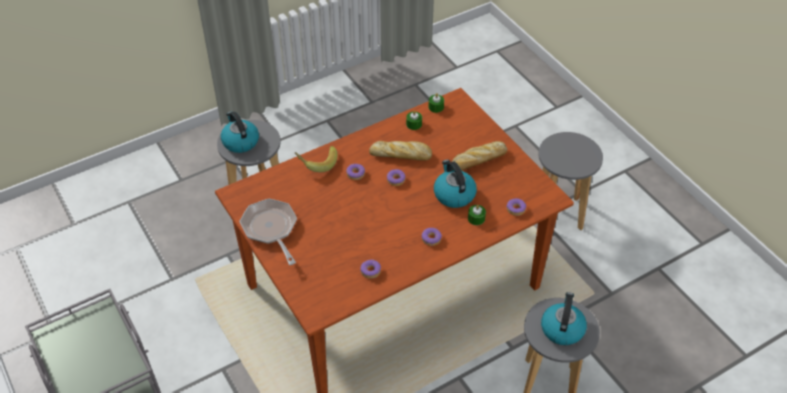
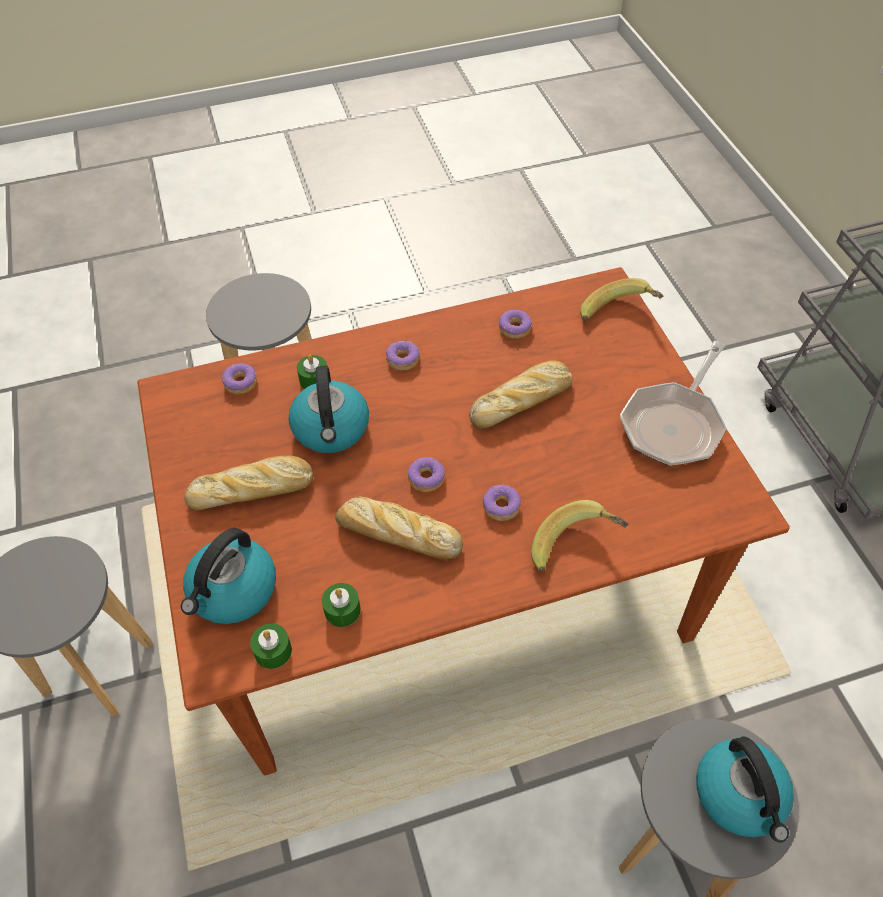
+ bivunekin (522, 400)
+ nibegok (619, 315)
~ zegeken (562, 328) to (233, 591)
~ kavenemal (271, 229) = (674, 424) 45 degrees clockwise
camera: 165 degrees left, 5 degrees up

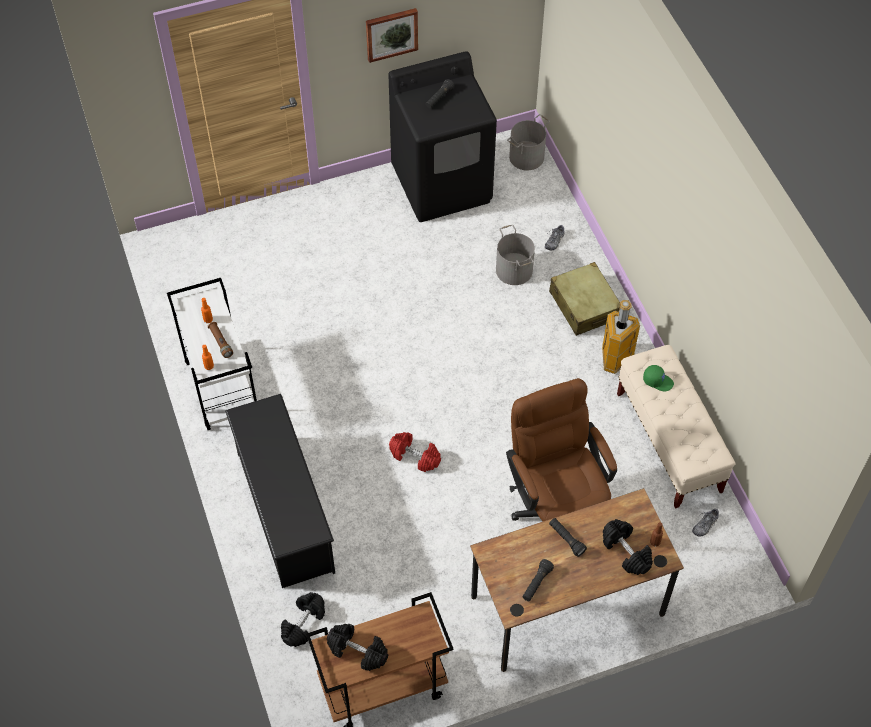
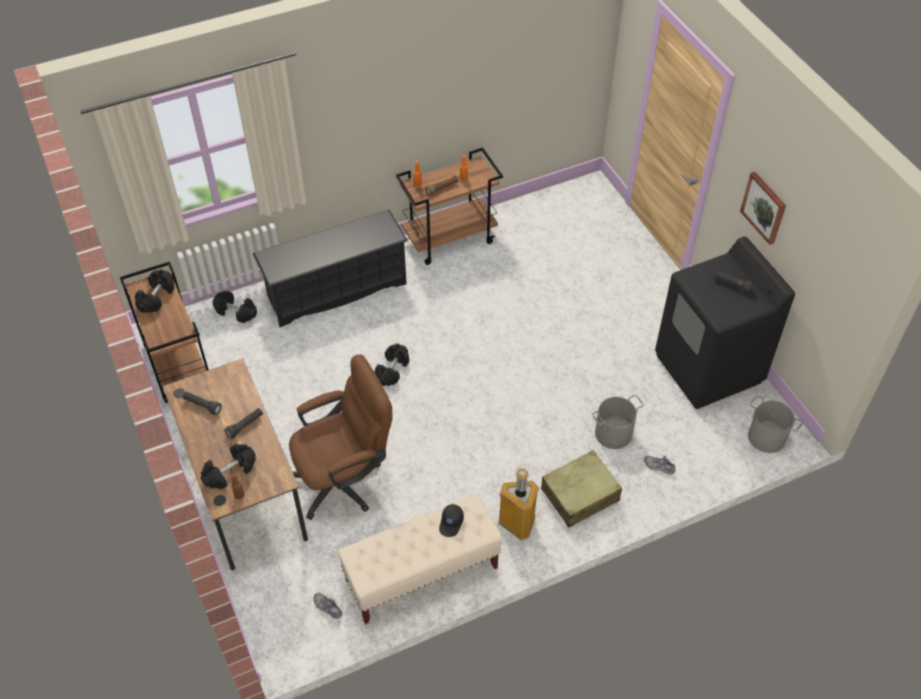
~ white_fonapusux (221, 387) to brown_fonapusux (450, 238)
~ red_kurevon (415, 456) to black_kurevon (392, 370)
~ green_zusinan (658, 381) to black_zusinan (451, 523)
camera: 85 degrees right, 5 degrees down

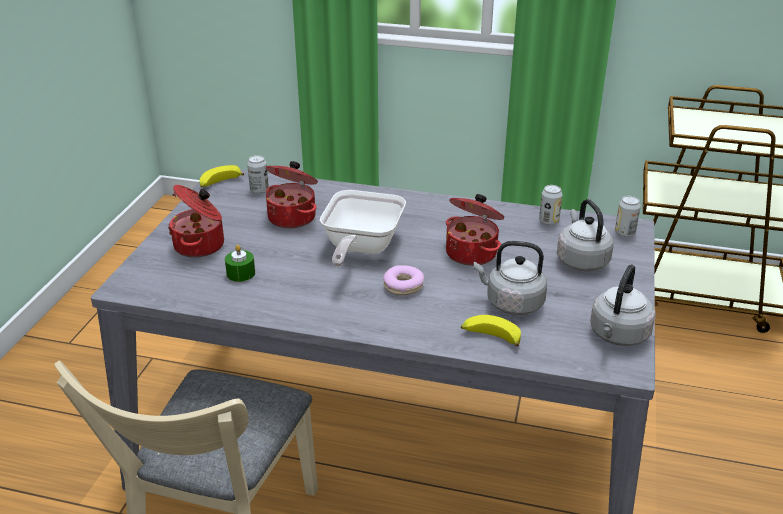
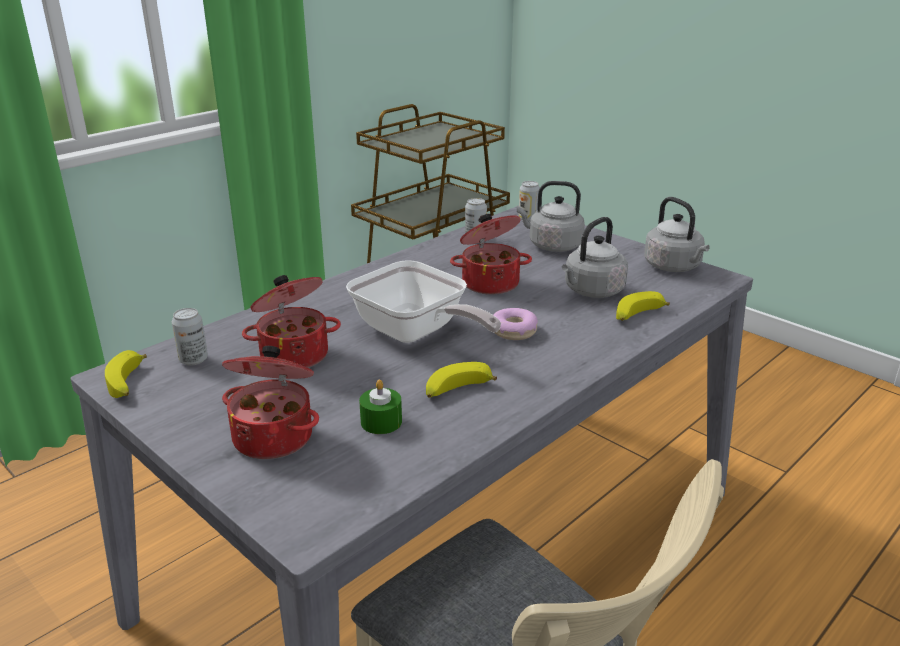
+ nibegok (457, 391)
camera: 60 degrees left, 5 degrees down

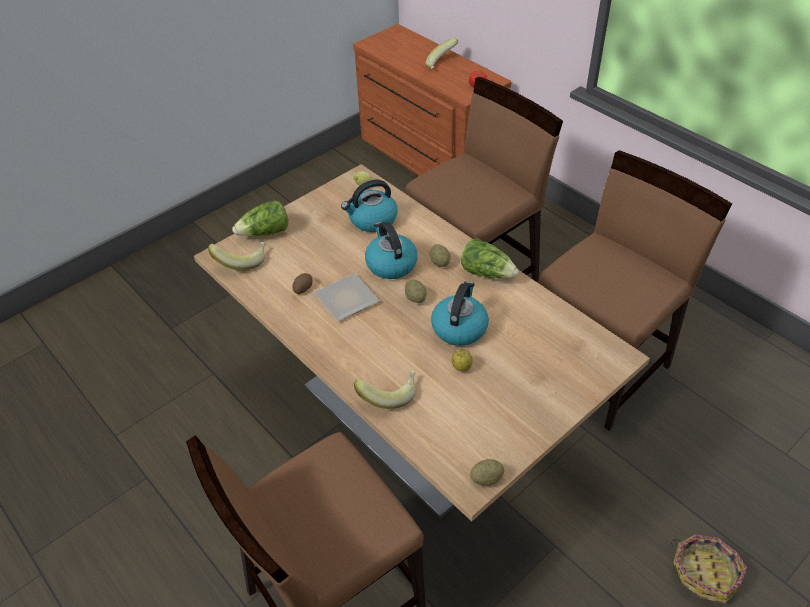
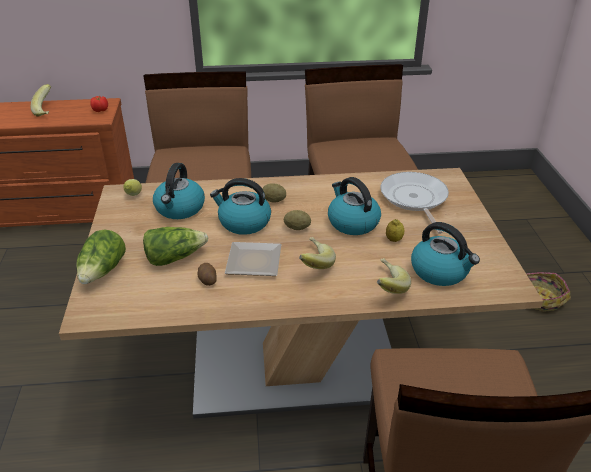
- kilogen (486, 478)
+ kavenemal (414, 199)
+ zegeken (440, 271)
~ nibegok (242, 261) to (312, 264)
~ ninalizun (487, 272) to (174, 257)
camera: 55 degrees left, 10 degrees down

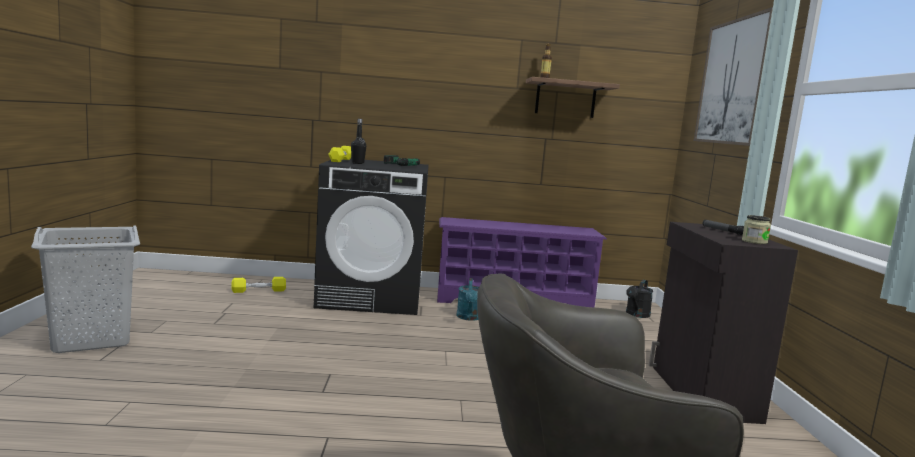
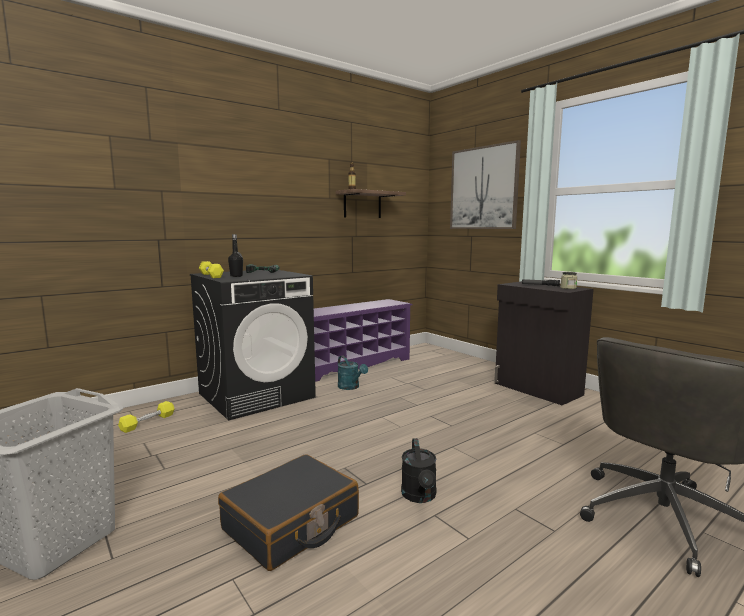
+ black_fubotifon (291, 524)
~ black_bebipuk (636, 315) to (420, 496)
camera: 35 degrees left, 0 degrees up

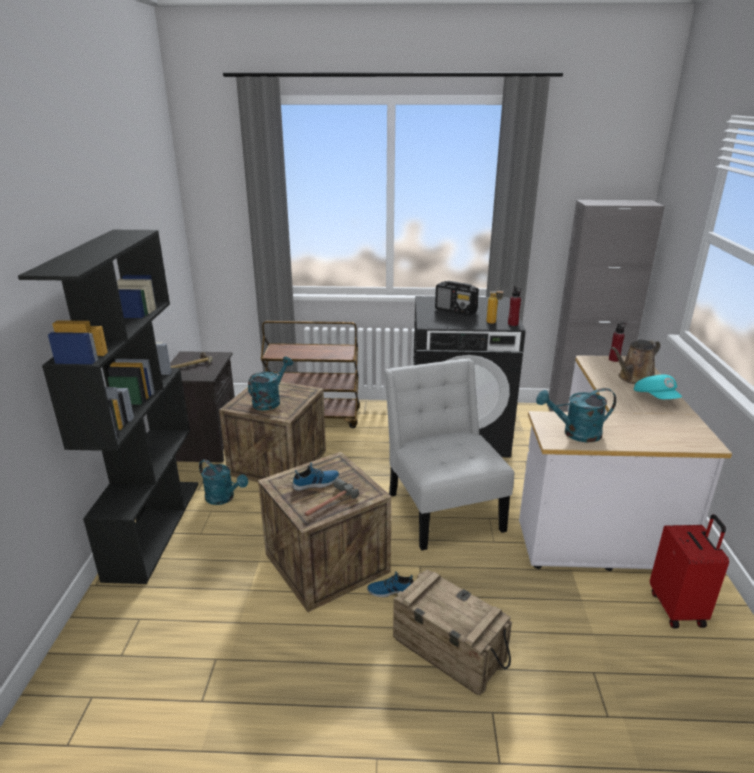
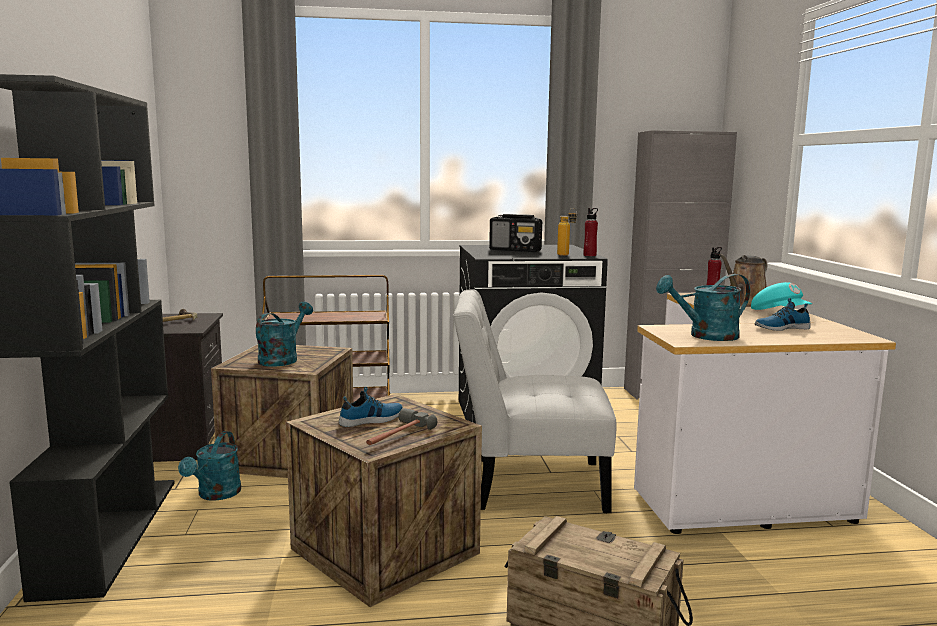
- red_fubotifon (678, 608)
~ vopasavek (391, 590) to (781, 328)
~ turquoise_bebipuk (224, 498) = (216, 495) 75 degrees clockwise
~ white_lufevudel (442, 507) = (529, 484) 60 degrees counterclockwise
camera: 10 degrees left, 15 degrees down

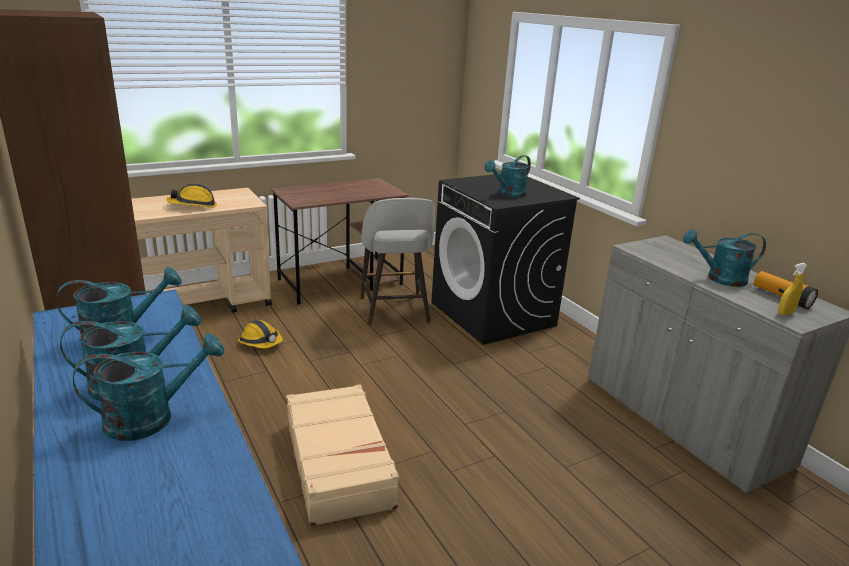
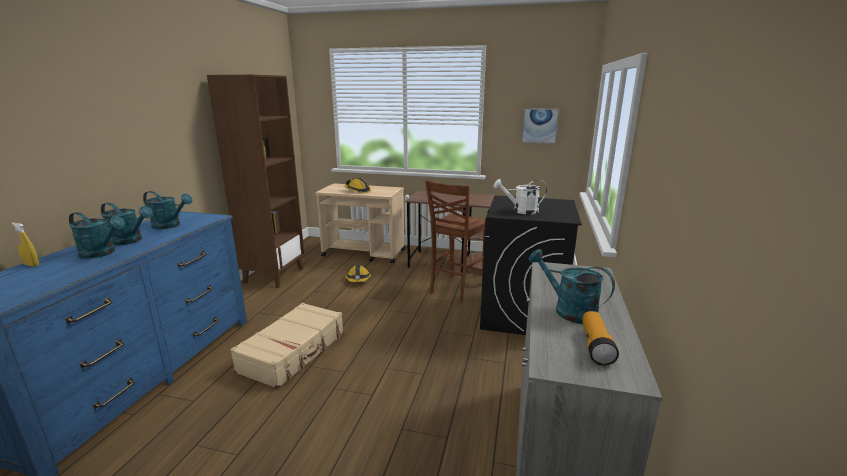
+ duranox (539, 125)
~ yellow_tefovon (785, 313) to (31, 265)
~ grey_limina (394, 311) to brown_lufevudel (456, 288)
~ turquoise_bebipuk (508, 194) to white_bebipuk (521, 211)
camera: 45 degrees right, 5 degrees down

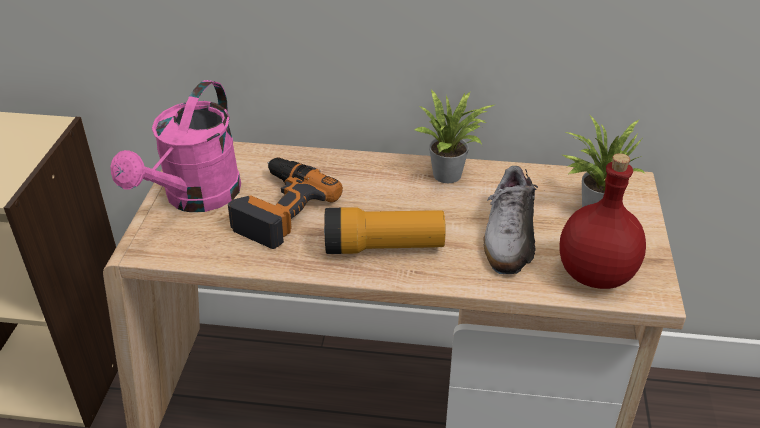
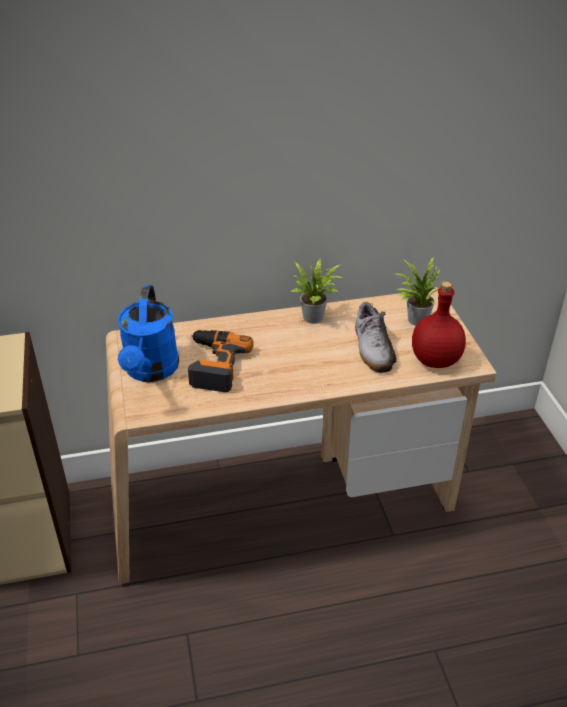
- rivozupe (383, 247)
~ pink_bebipuk (195, 198) to blue_bebipuk (150, 371)
camera: 20 degrees left, 0 degrees up

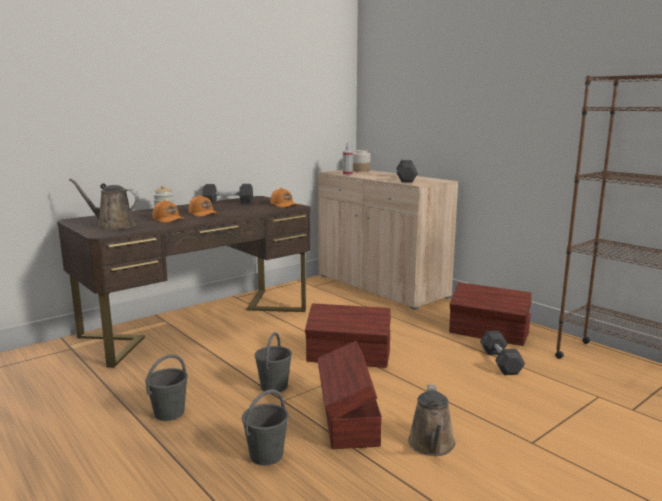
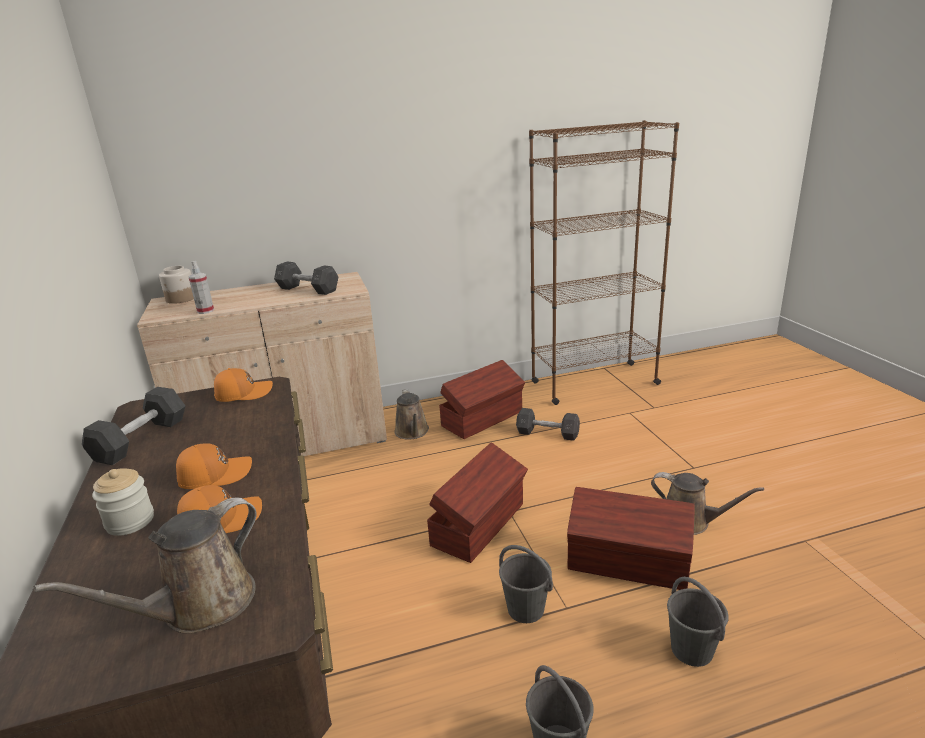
+ brown_bebipuk (412, 432)
camera: 65 degrees left, 10 degrees up

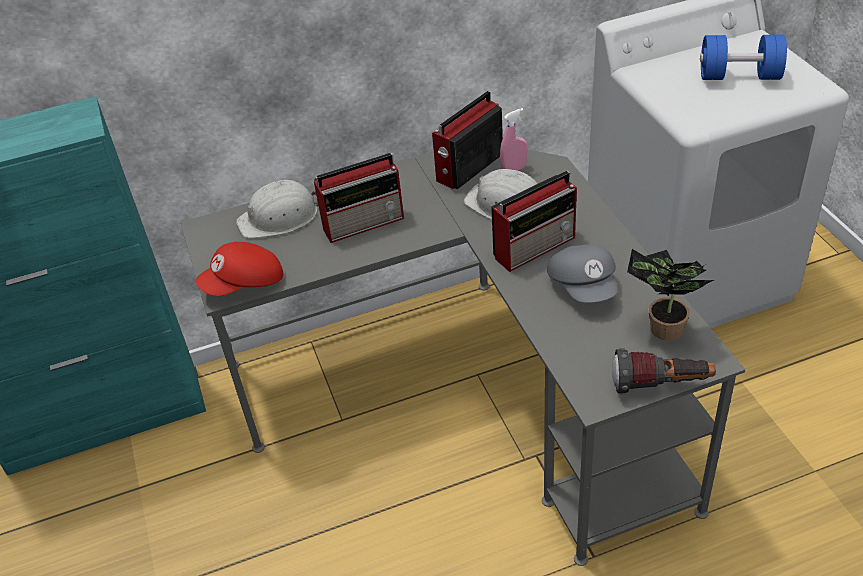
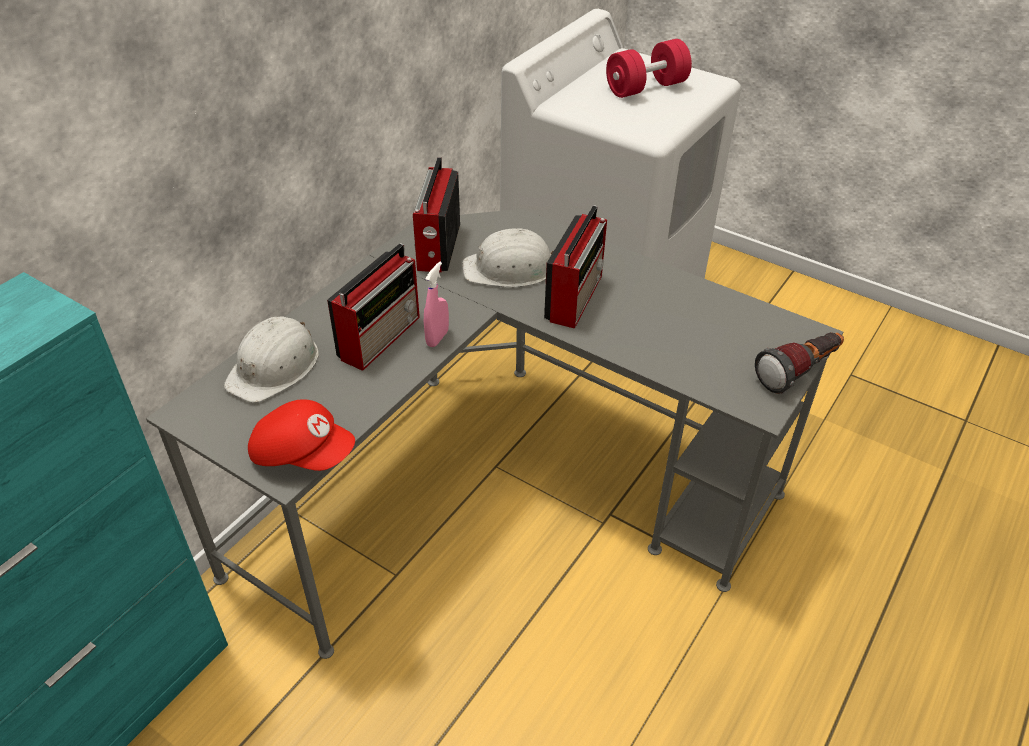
- grey_zusinan (584, 286)
- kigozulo (661, 329)
~ pink_tefovon (514, 169) to (437, 338)
~ blue_kurevon (739, 76) to red_kurevon (646, 88)
~ red_zusinan (244, 284) = (303, 453) 90 degrees counterclockwise
camera: 40 degrees left, 0 degrees up

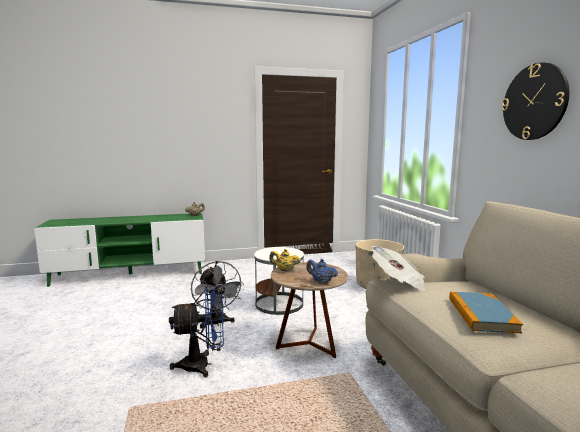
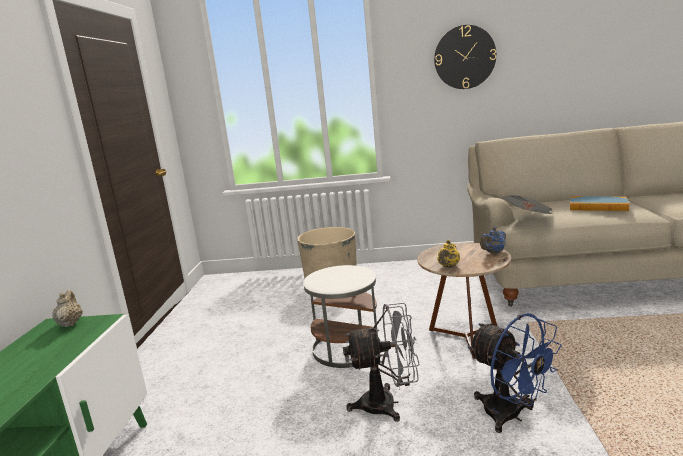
~ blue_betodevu (203, 365) = (511, 416) 135 degrees clockwise
camera: 70 degrees left, 5 degrees up

